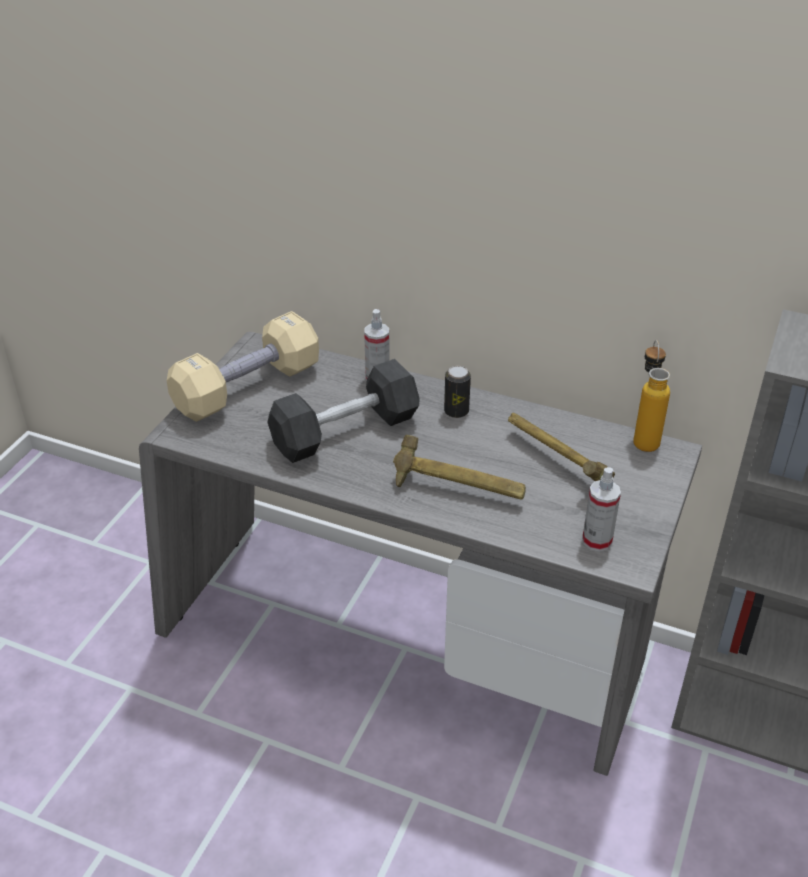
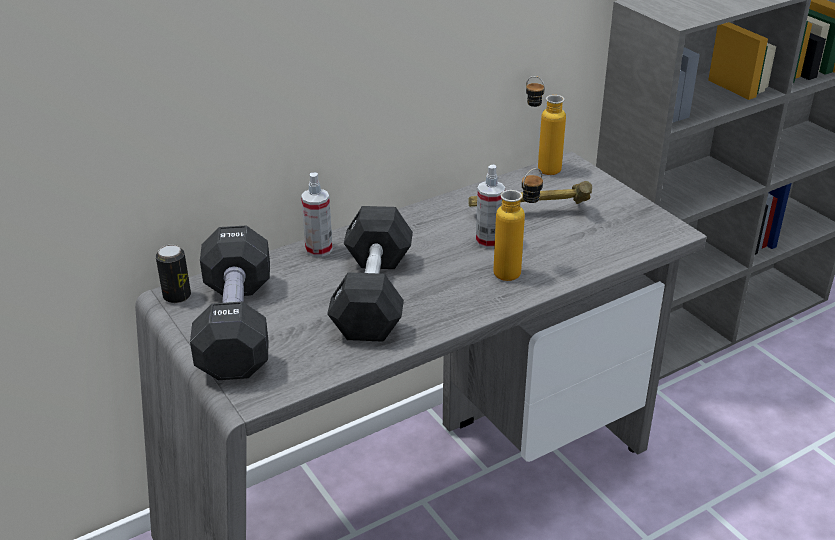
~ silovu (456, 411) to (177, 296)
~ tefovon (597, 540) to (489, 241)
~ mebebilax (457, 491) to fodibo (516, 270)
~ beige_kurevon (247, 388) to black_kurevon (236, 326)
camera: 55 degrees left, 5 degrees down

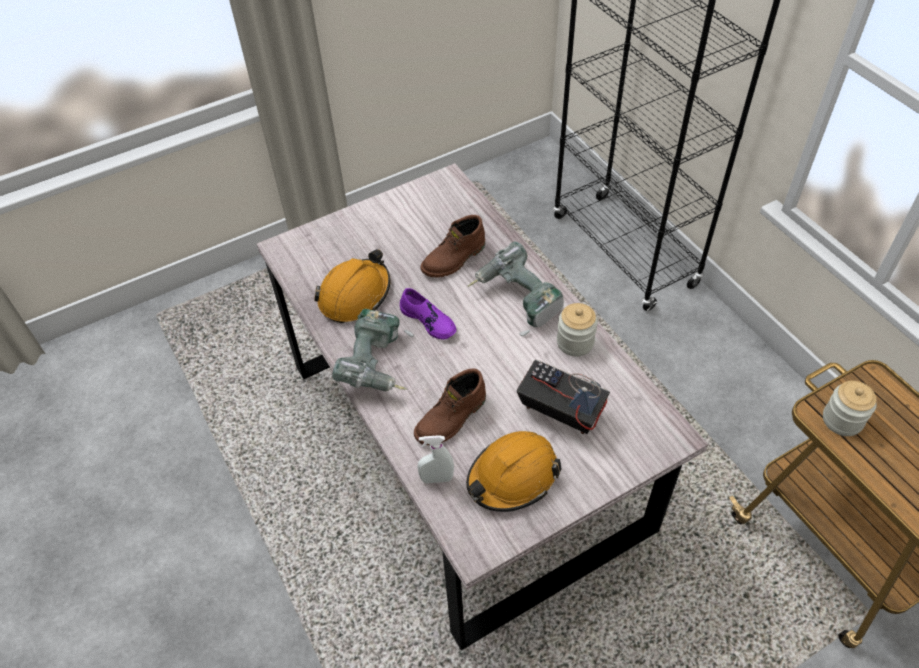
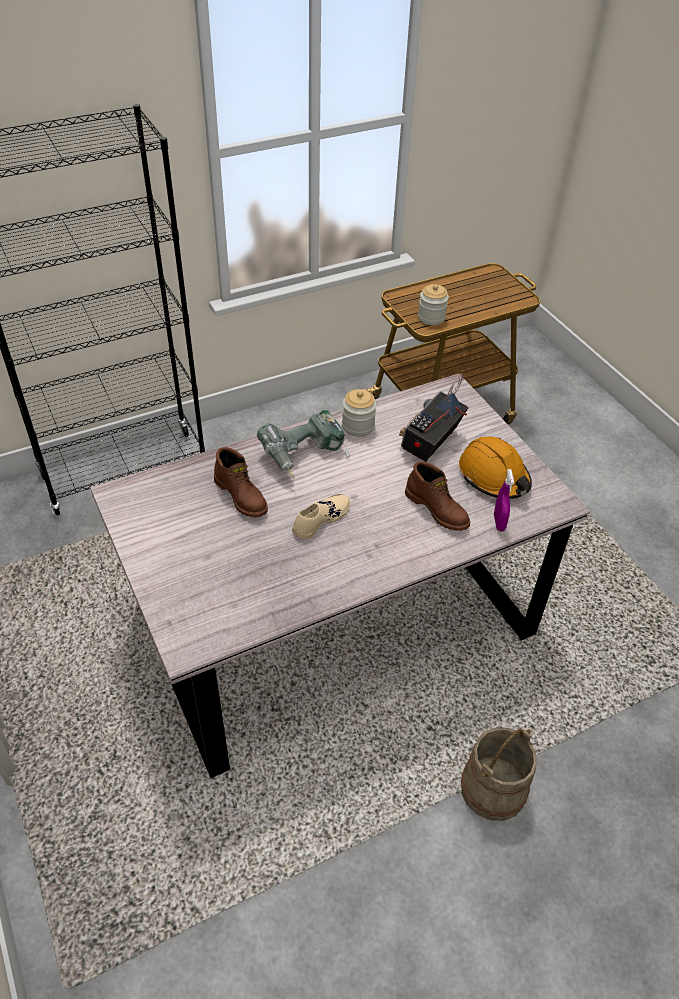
- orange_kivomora (355, 295)
- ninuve (379, 365)
+ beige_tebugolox (493, 788)
~ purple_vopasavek (429, 320) to beige_vopasavek (321, 519)
~ white_tefovon (436, 479) to purple_tefovon (499, 523)
camera: 90 degrees left, 5 degrees down

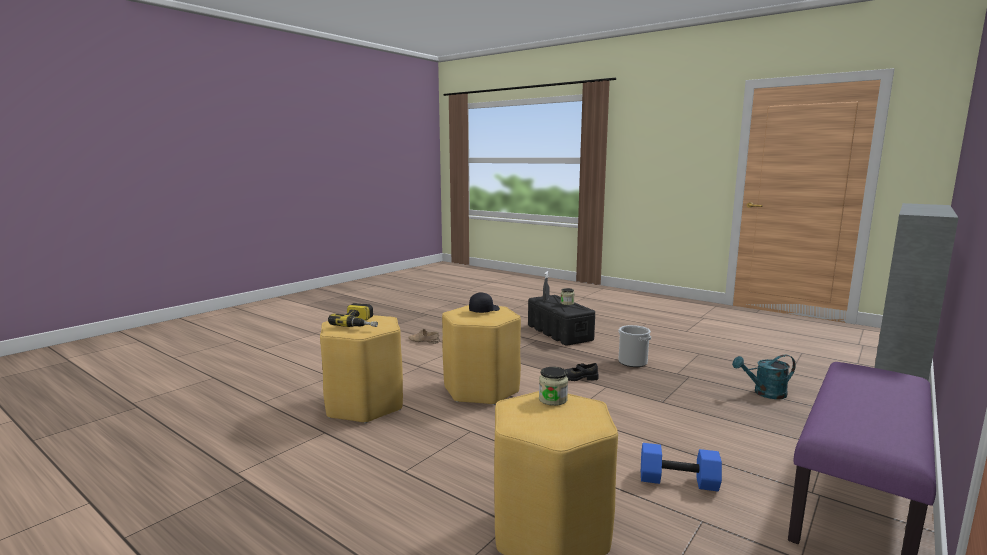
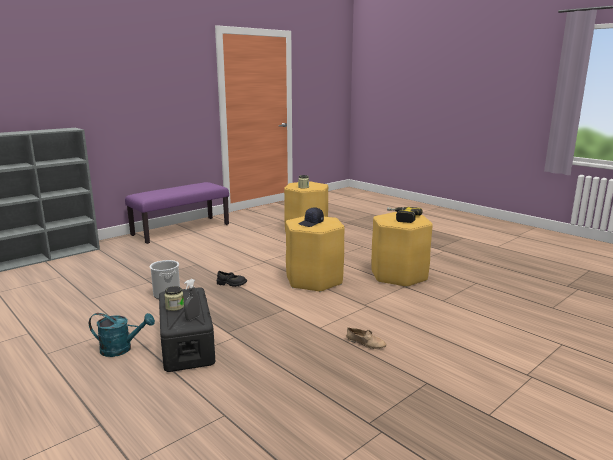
- blue_kurevon (677, 481)
~ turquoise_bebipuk (764, 393) to (121, 349)
camera: 170 degrees left, 5 degrees up

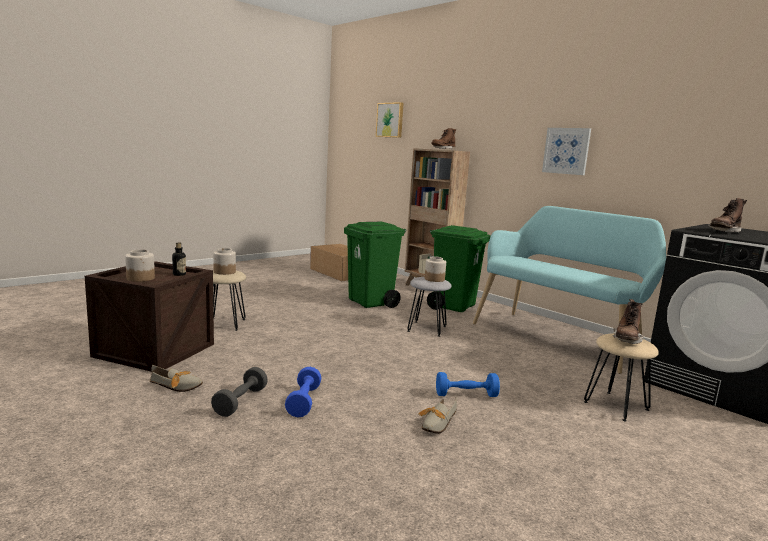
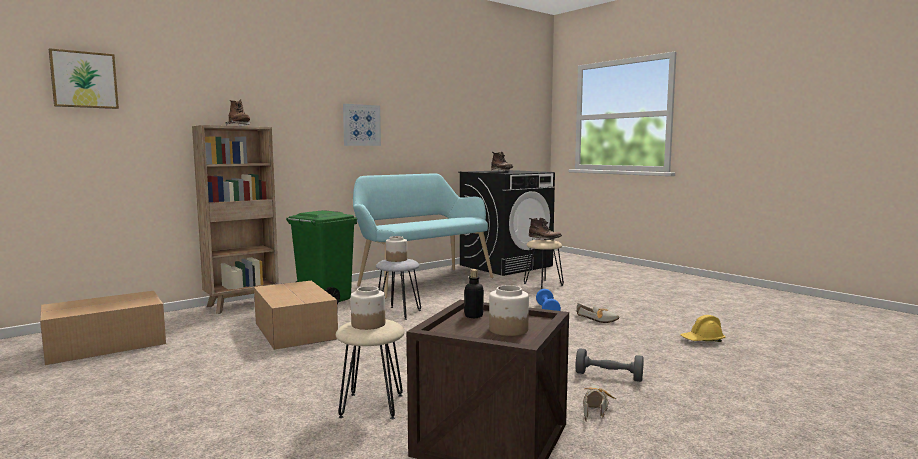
- blue_kurevon (303, 402)
+ yellow_kivomora (702, 340)
~ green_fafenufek (371, 303) to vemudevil (295, 330)
camera: 85 degrees left, 5 degrees down

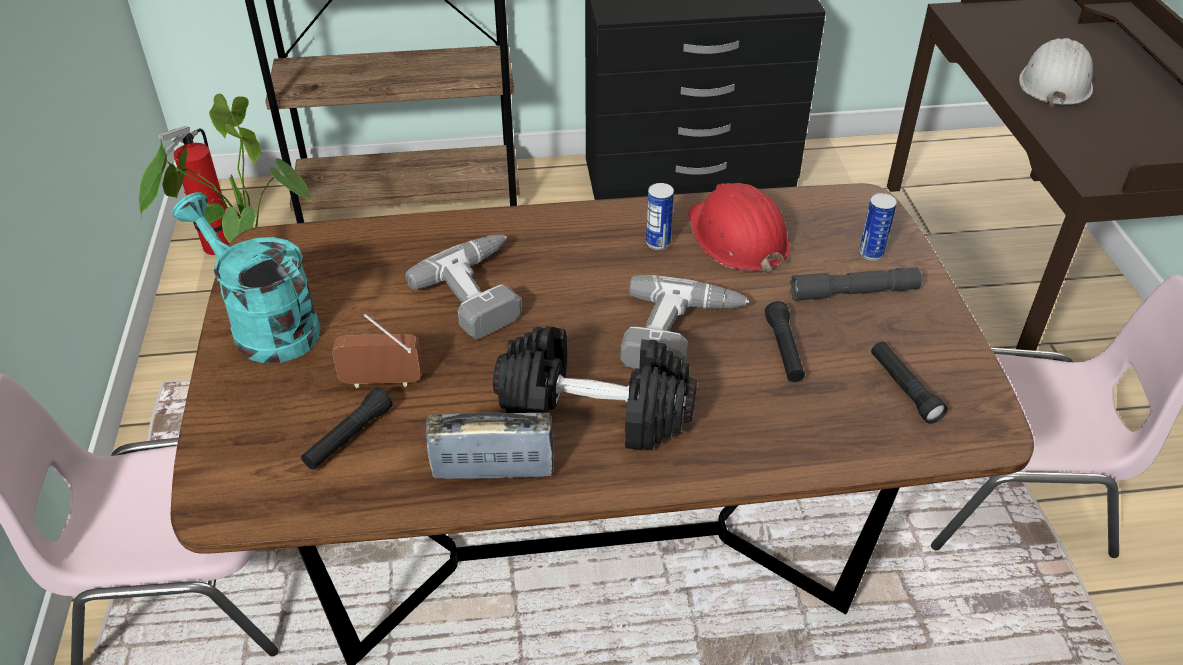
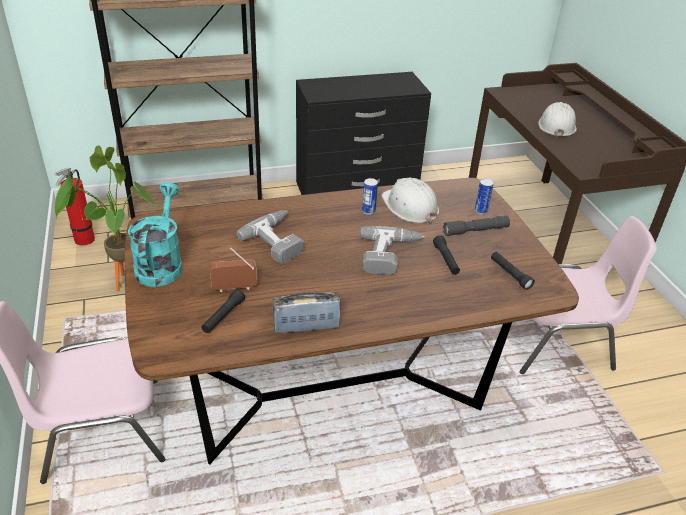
- black_kurevon (595, 413)
~ red_kivomora (737, 237) to white_kivomora (410, 207)
~ turquoise_bebipuk (265, 325) = (161, 264) 60 degrees clockwise
camera: 10 degrees left, 5 degrees down

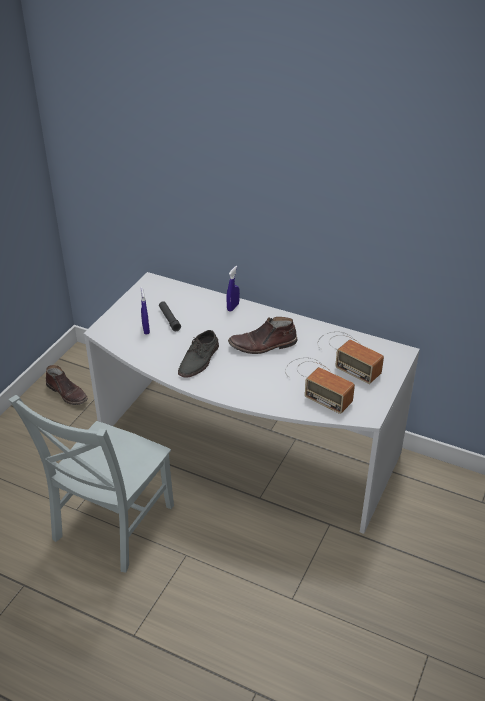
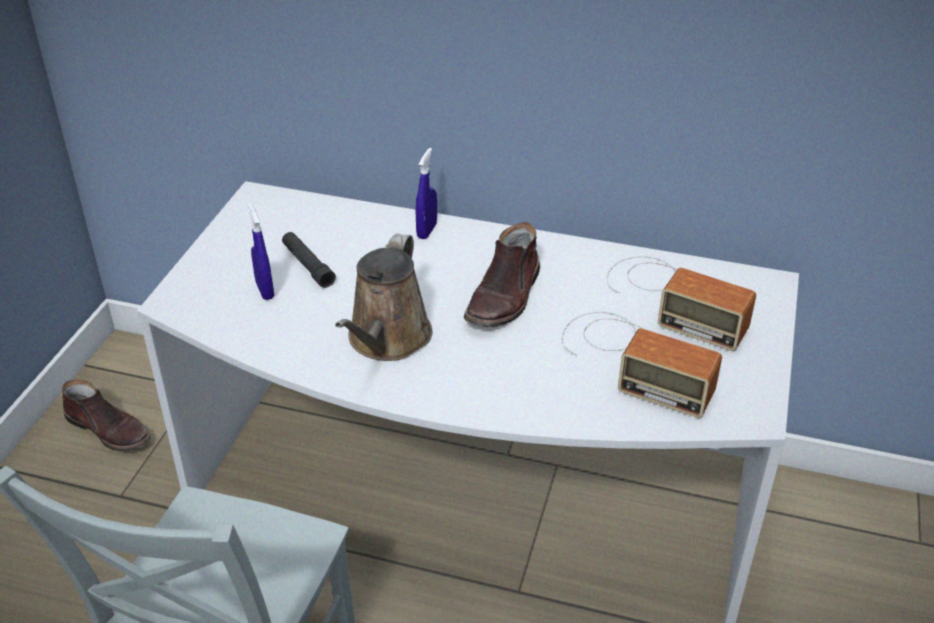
~ grey_vopasavek (199, 360) to brown_bebipuk (387, 340)
~ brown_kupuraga (263, 345) = (505, 297) 45 degrees counterclockwise
camera: 10 degrees left, 0 degrees up

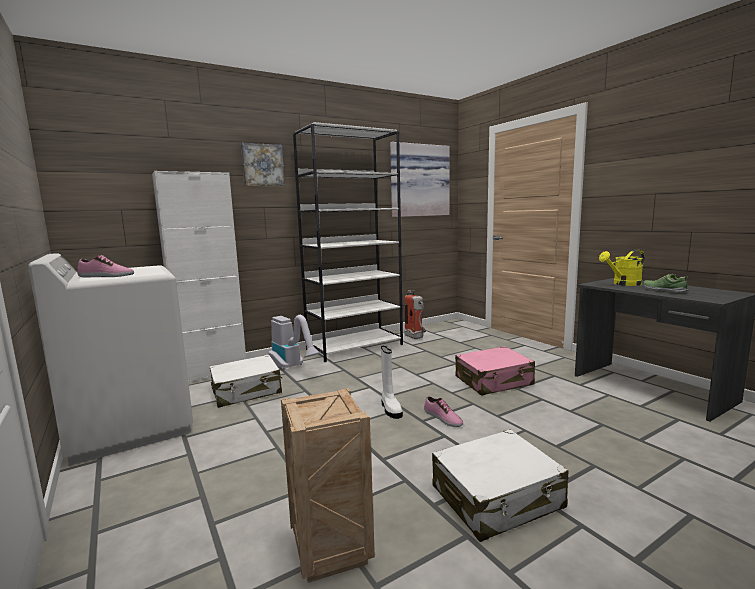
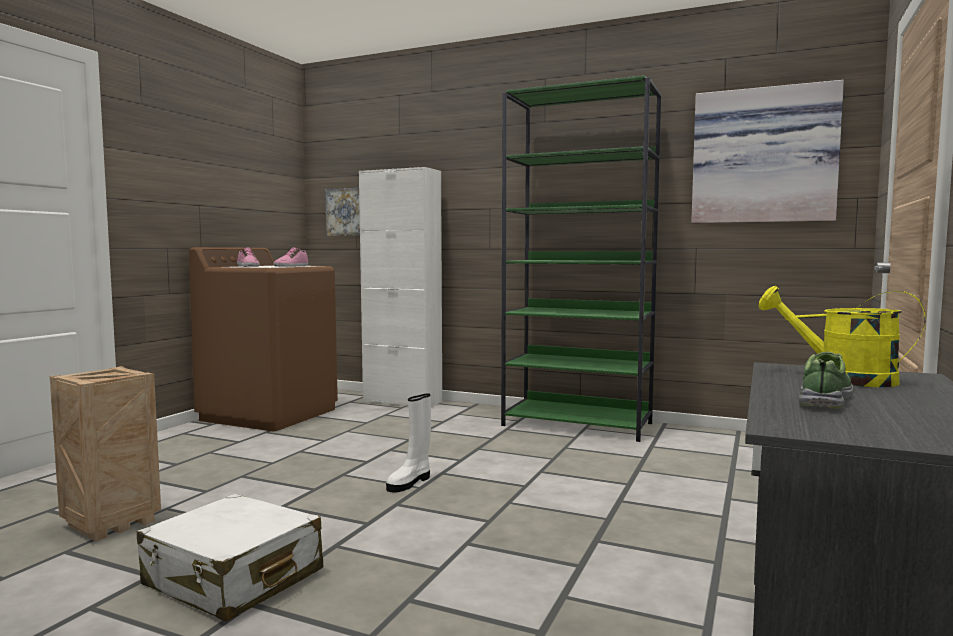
- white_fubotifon (247, 391)
- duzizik (293, 367)
- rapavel (416, 338)
- pink_fubotifon (493, 381)
~ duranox (262, 165) to (347, 212)
~ vopasavek (442, 418) to (291, 266)
~ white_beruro (131, 426) to brown_beruro (270, 414)
~ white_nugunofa (355, 347) to green_nugunofa (578, 424)
camera: 55 degrees right, 5 degrees down

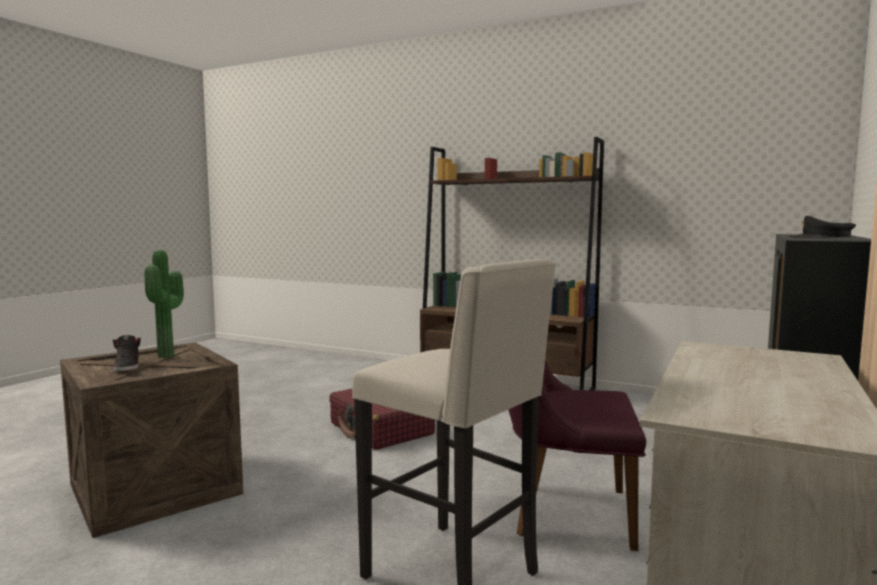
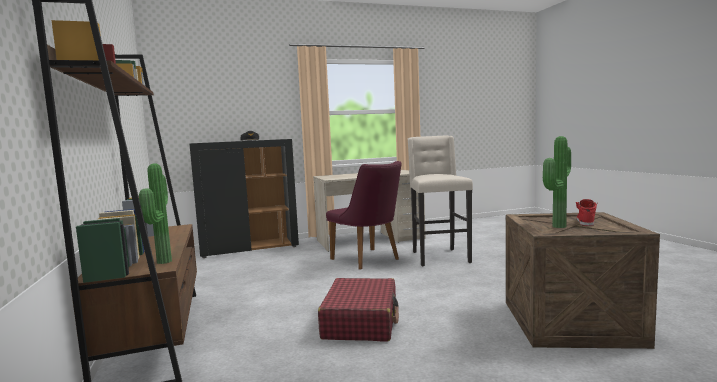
+ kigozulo (161, 262)
~ black_vopasavek (127, 367) to red_vopasavek (585, 221)
camera: 135 degrees left, 0 degrees up

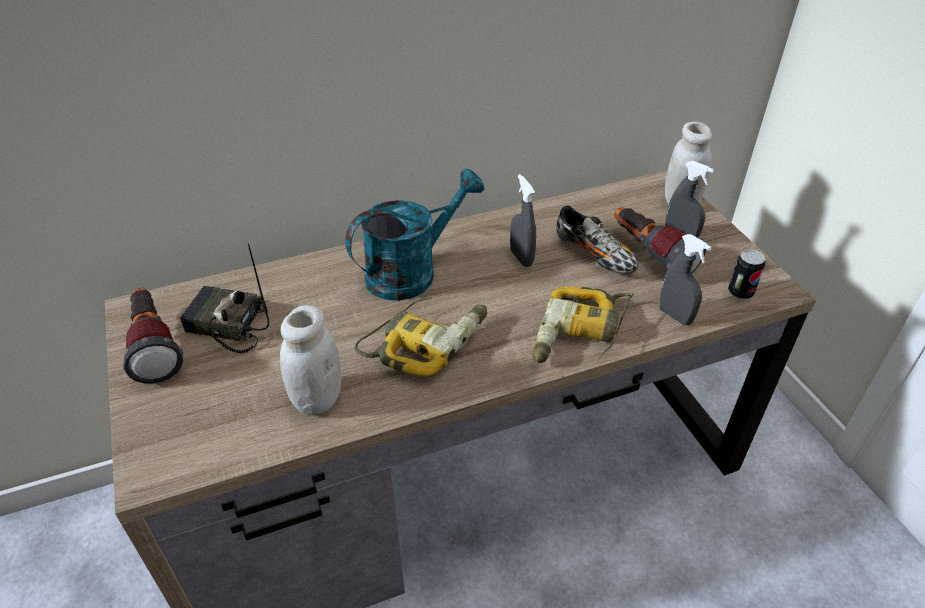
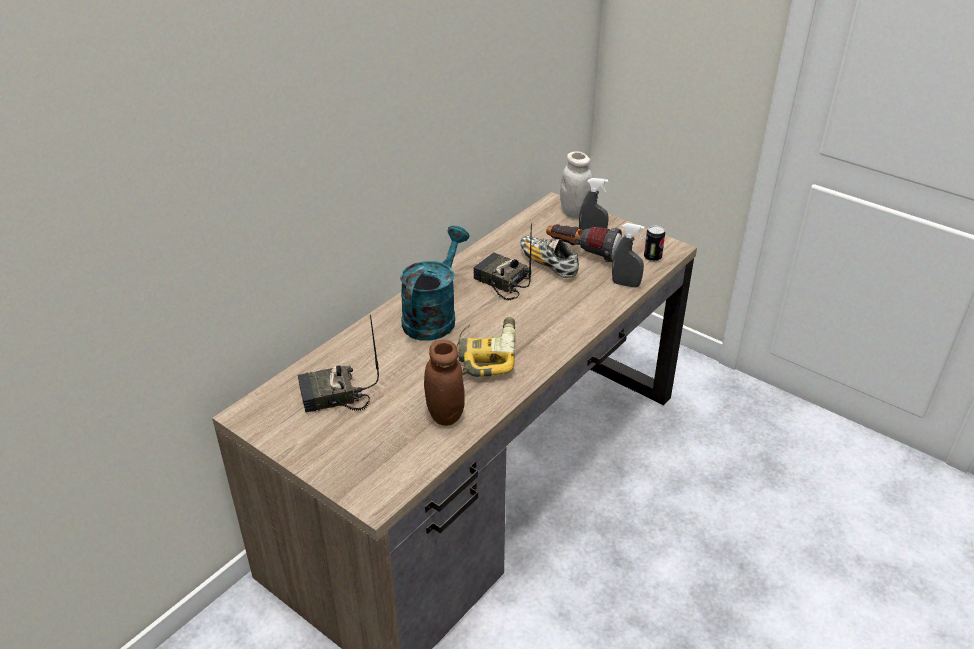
- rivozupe (154, 346)
- ninuve (580, 335)
~ grey_tefovon (521, 258) to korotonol (501, 282)
~ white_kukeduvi (317, 399) to brown_kukeduvi (445, 414)
~ vopasavek (595, 255) = (547, 264) 150 degrees counterclockwise
camera: 30 degrees left, 5 degrees down

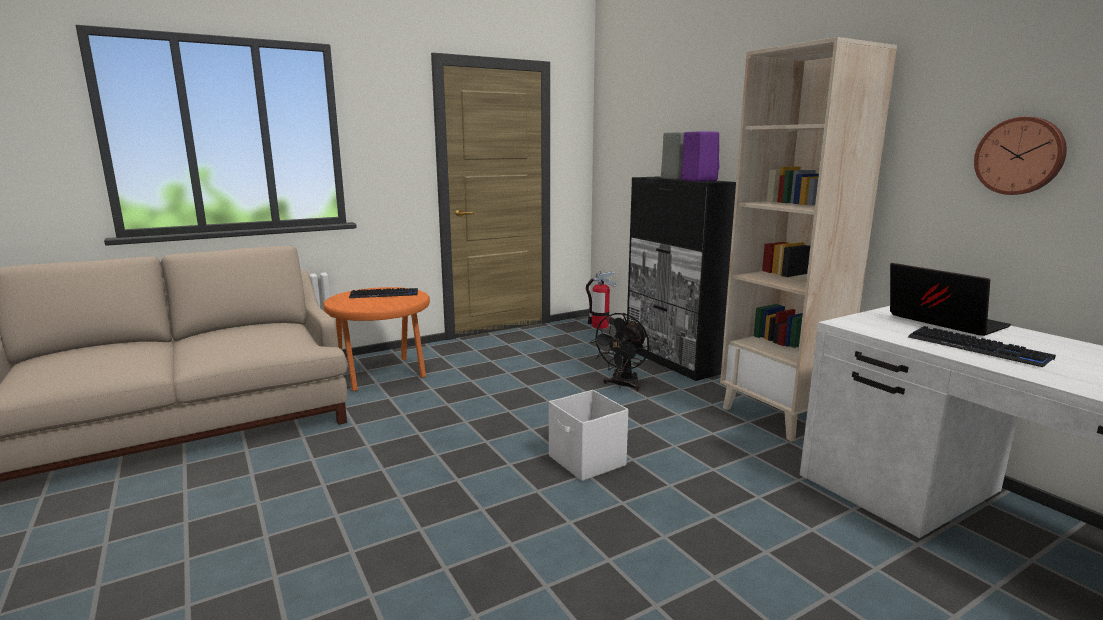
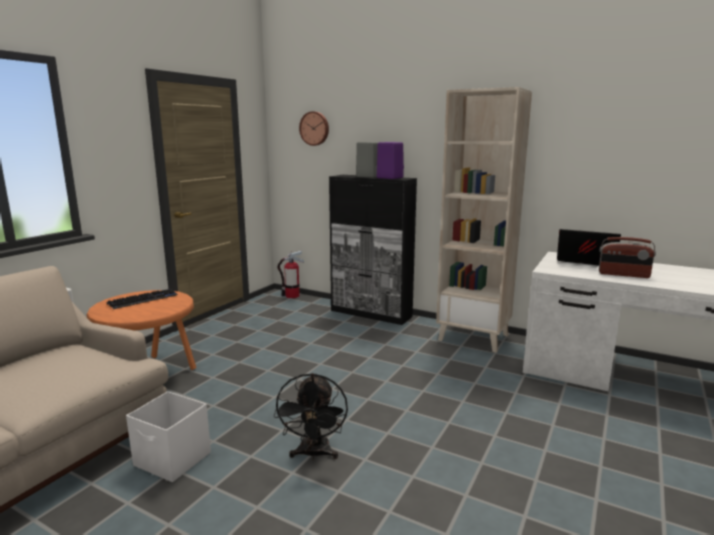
~ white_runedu (587, 461) to (173, 460)
~ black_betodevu (622, 385) to (314, 454)
~ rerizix (1020, 156) to (315, 128)
~ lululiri (977, 348) to korotonol (623, 275)
camera: 30 degrees left, 0 degrees up

